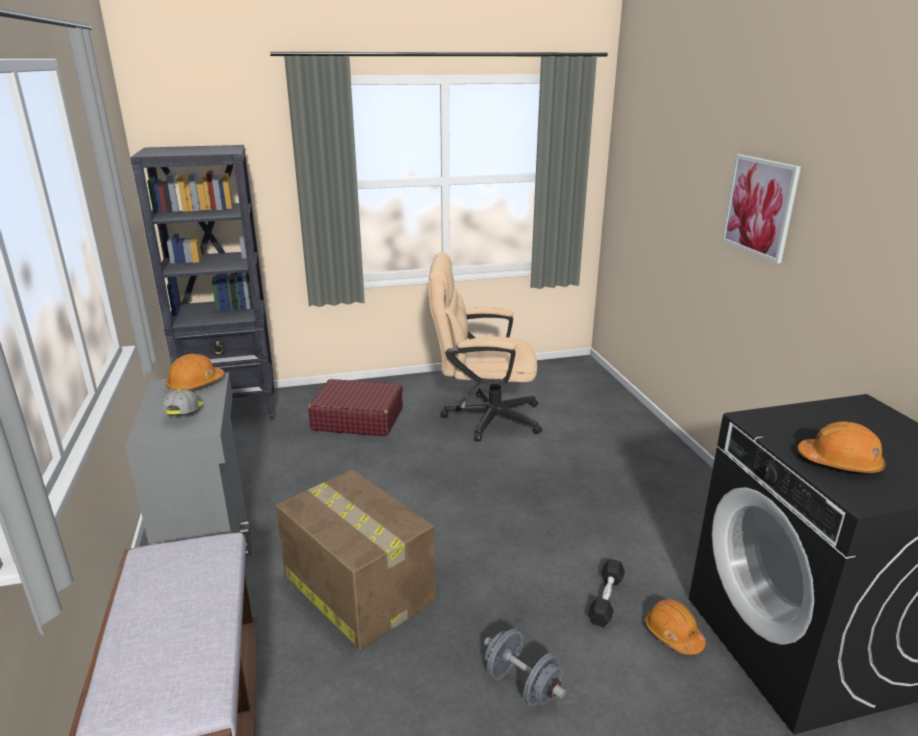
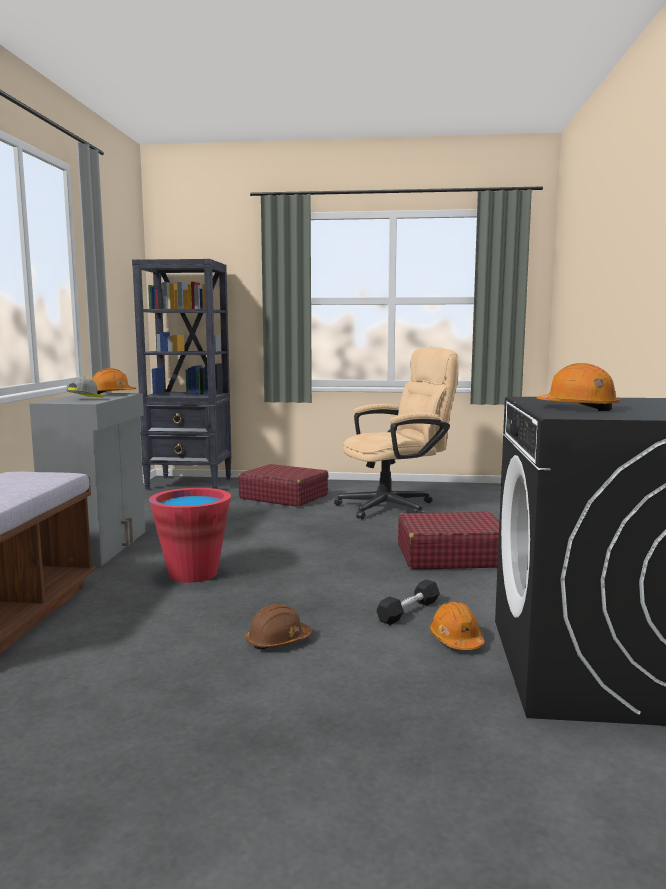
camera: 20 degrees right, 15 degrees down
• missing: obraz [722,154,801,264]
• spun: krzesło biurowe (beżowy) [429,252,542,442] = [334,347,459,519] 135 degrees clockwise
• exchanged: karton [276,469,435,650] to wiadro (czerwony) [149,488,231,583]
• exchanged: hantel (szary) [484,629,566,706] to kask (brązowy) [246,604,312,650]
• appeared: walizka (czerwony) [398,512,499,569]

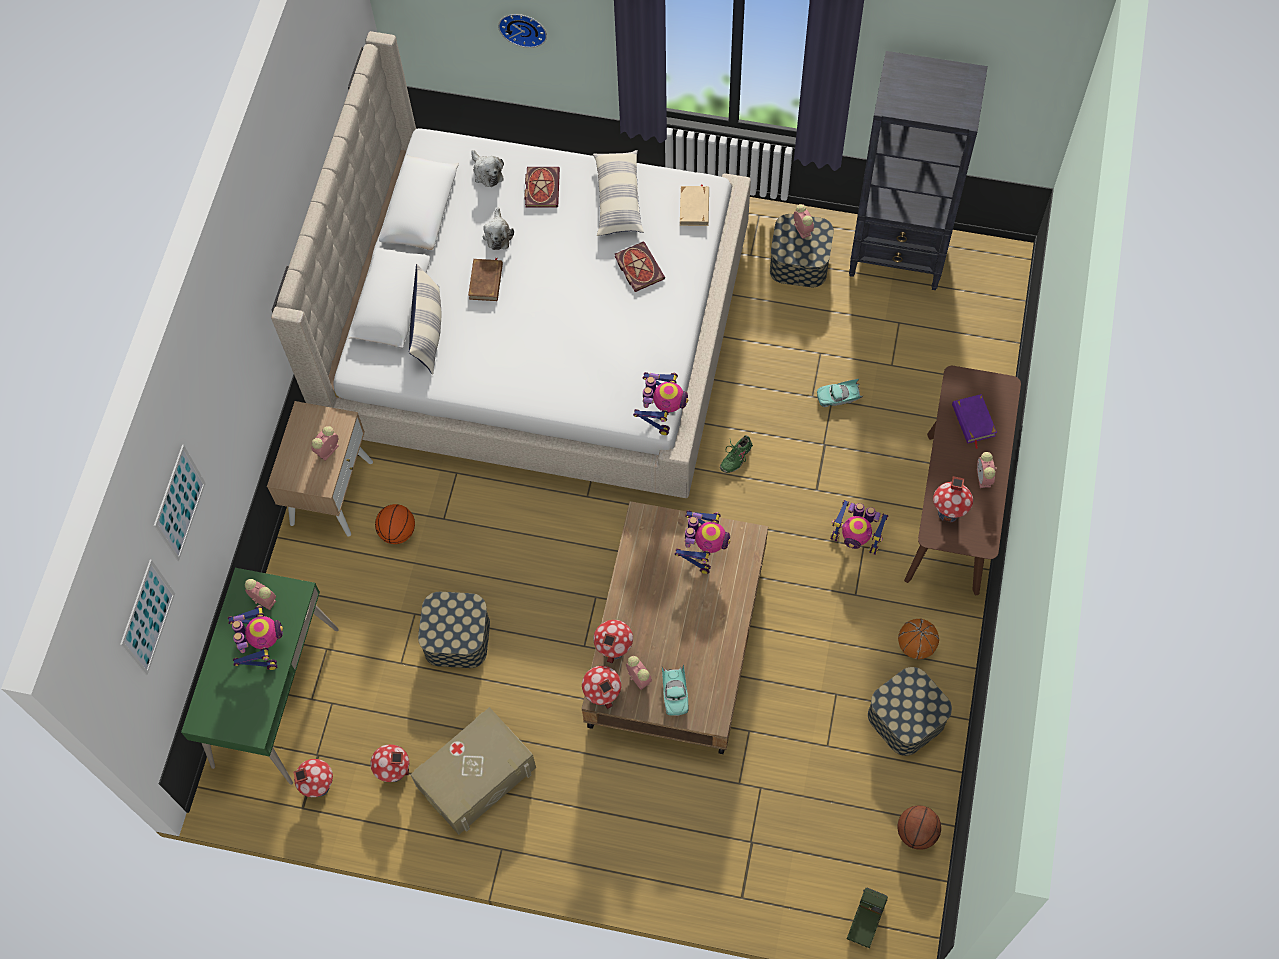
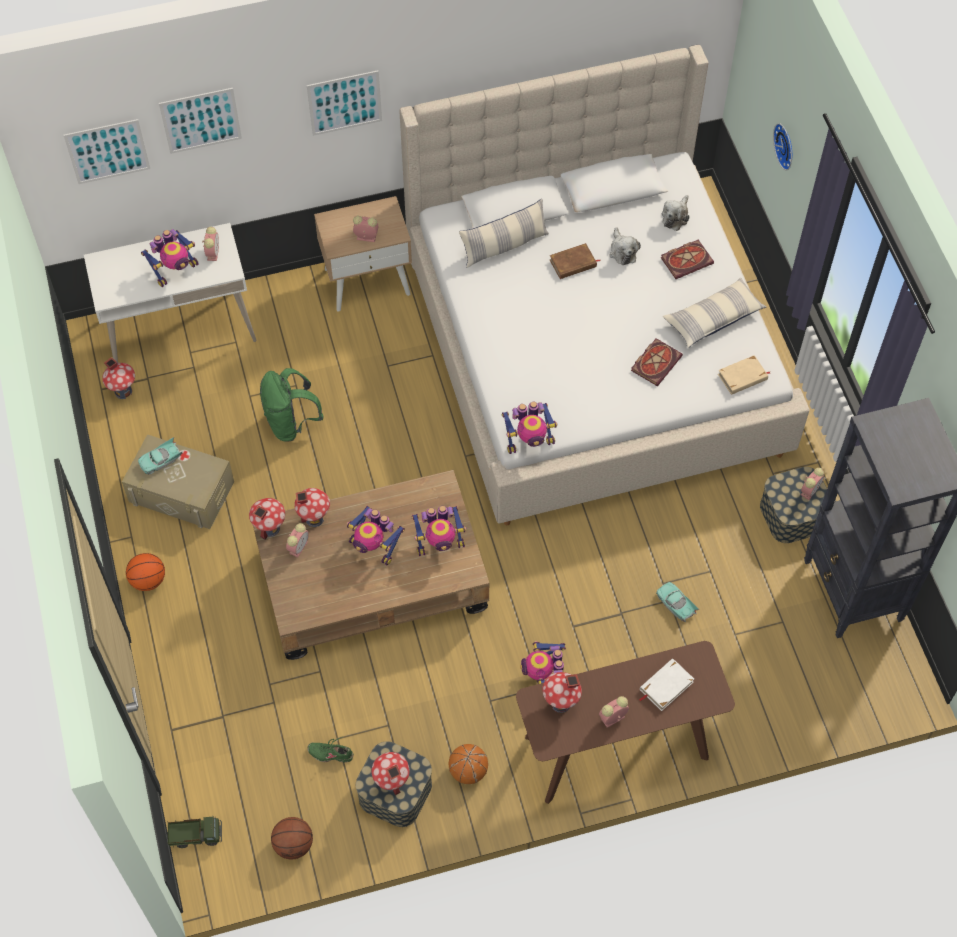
camera: 60 degrees right, 5 degrees down
• spun: pluszak [483,207,514,250] = [609,227,641,265] 75 degrees counterclockwise
• colour: książka (fioletowy) [952,394,997,449] to książka (biały) [639,658,694,711]
• relocated: but (zielony) [720,435,754,473] to [307,737,354,763]
• relocated: piłka do koszykówki [375,504,415,544] to [126,553,165,591]
• colour: biurko (zielony) [181,568,339,785] to biurko (biały) [84,223,256,363]
• exchanged: pojemnik do przechowywania [418,592,490,668] to plecak (zielony) [260,368,324,441]
• relocated: samochodzik (turkusowy) [662,664,689,716] to [138,437,183,475]
• relocated: domek [370,744,409,782] to [371,752,410,795]
• appeared: obraz [307,70,382,136]
• appeared: robot zabawkowy [347,506,405,565]

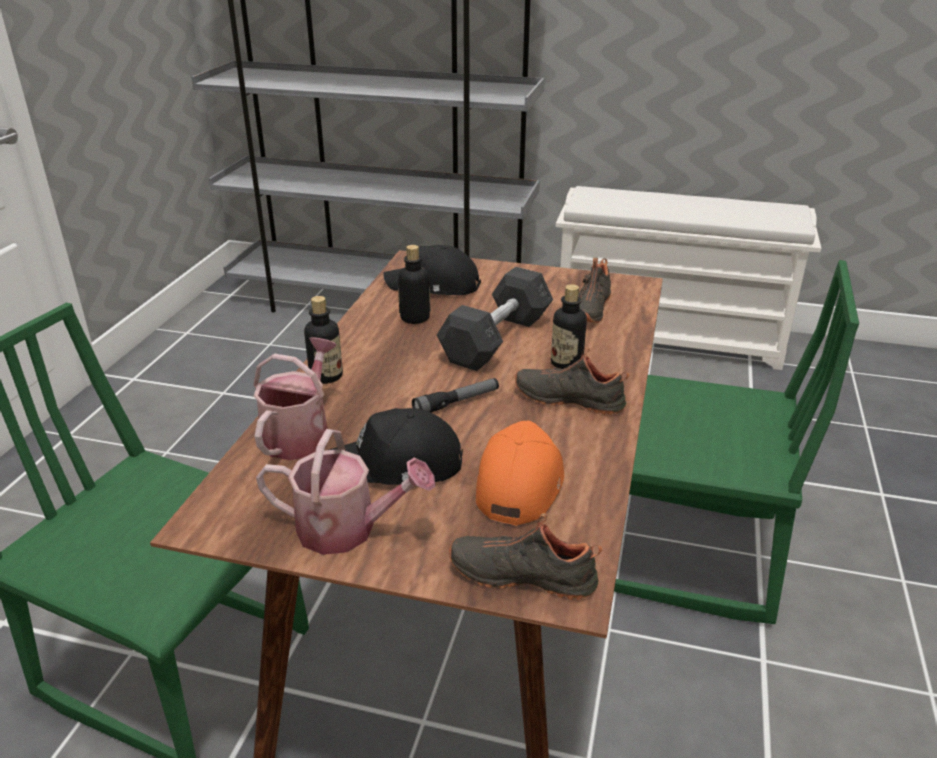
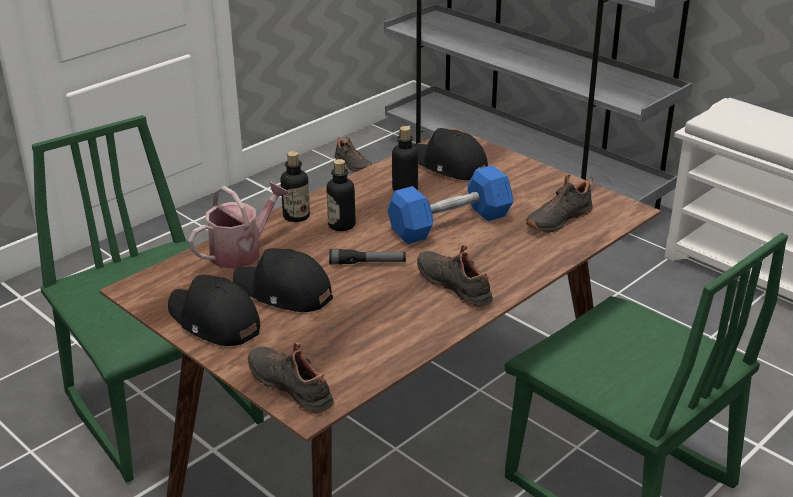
camera: 30 degrees right, 0 degrees up
• colour: hantel (szary) [437,267,553,371] to hantel (niebieski) [387,165,513,244]
• relocated: butelka [551,284,587,369] to [326,159,356,231]
• missing: czapka z daszkiem (pomarańczowy) [476,420,564,526]
• exchanged: konewka [256,429,436,555] to czapka z daszkiem (czarny) [168,275,260,346]
• appeared: but (czarny) [334,136,372,172]

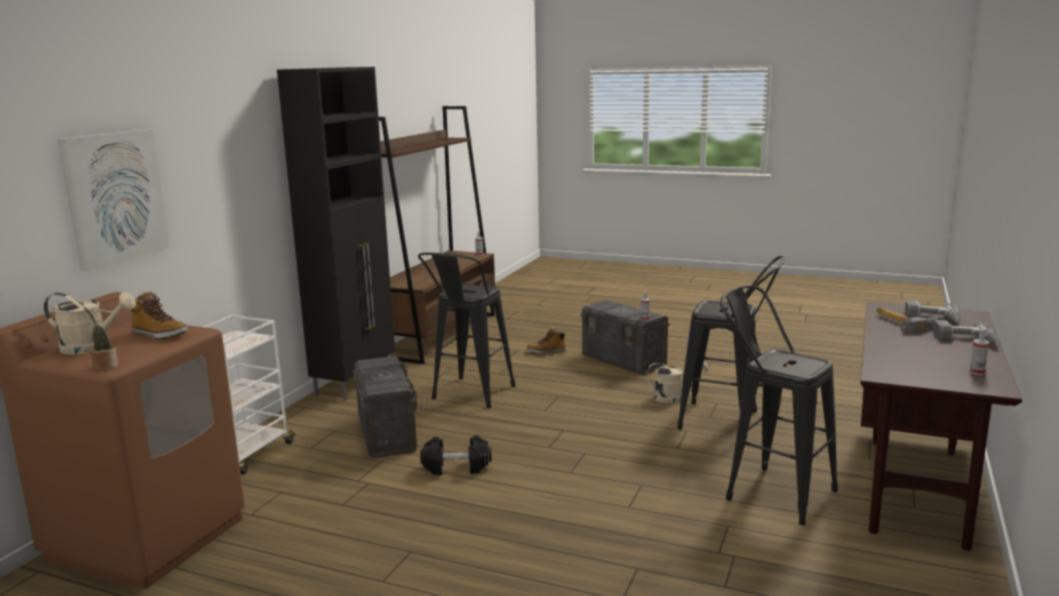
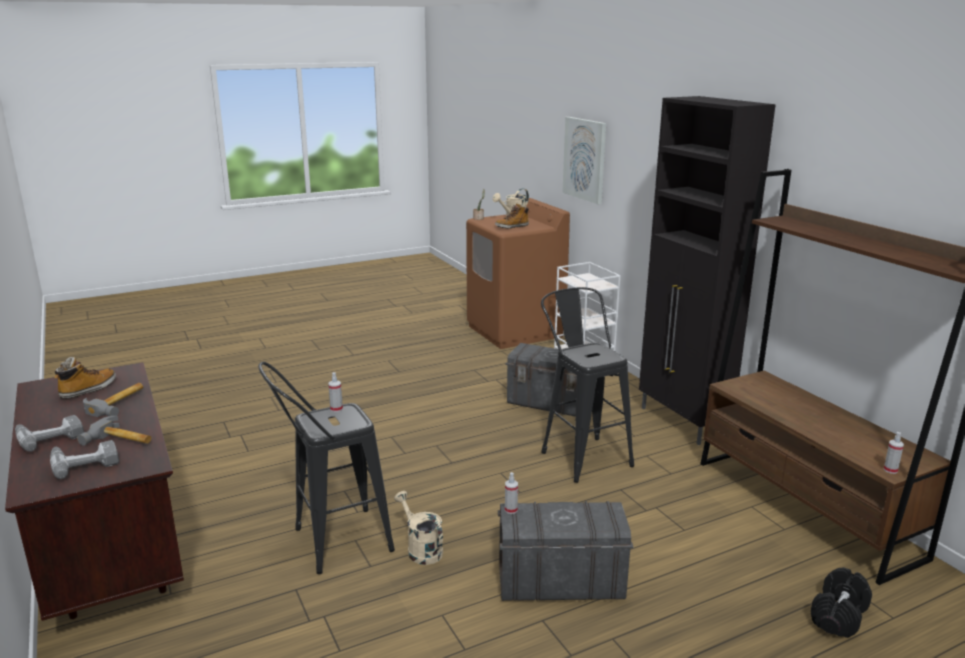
camera: 130 degrees right, 5 degrees up
• missing: stołek (czarny) [720,285,838,525]
• relocated: but z cholewką [527,327,566,354] to [54,357,116,399]
• relocated: spryskiwacz [970,329,989,375] to [328,372,343,412]
• spun: konewka (beżowy) [647,361,709,403] = [394,491,443,565] 105 degrees clockwise
• relocated: hantel (czarny) [420,435,492,475] to [811,568,872,638]
• appeared: młotek [83,383,143,417]

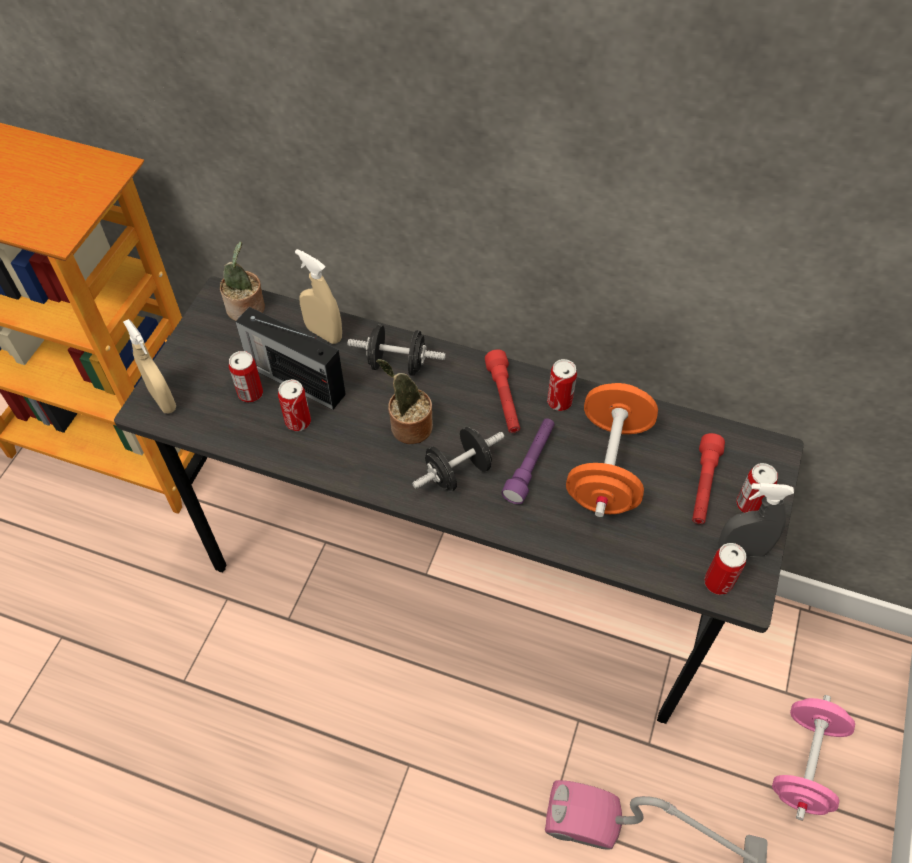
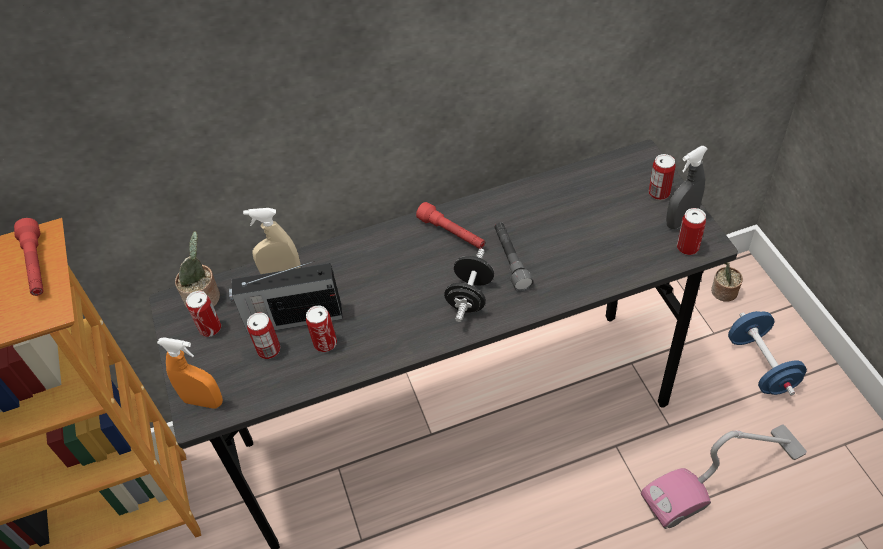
camera: 35 degrees left, 5 degrees down
• colour: spryskiwacz (beżowy) [123,319,176,414] to spryskiwacz (pomarańczowy) [157,337,223,409]
• missing: hantel (czarny) [348,325,446,376]
• relocated: roślina doniczkowa [376,359,433,444] to [711,262,743,302]
• relocated: puszka [547,359,577,411] to [186,291,221,337]
• missing: hantel (pomarańczowy) [566,383,658,517]
• colour: latarka (fioletowy) [501,418,555,504] to latarka (szary) [494,222,533,291]
• relocated: latarka (czerwony) [692,433,725,524] to [14,218,44,296]
• colour: hantel (różowy) [772,695,855,820] to hantel (niebieski) [728,311,807,395]

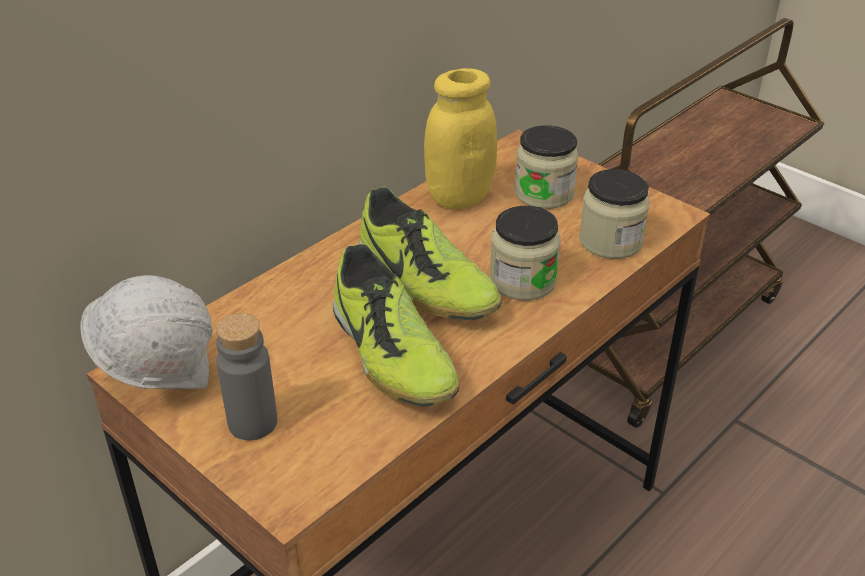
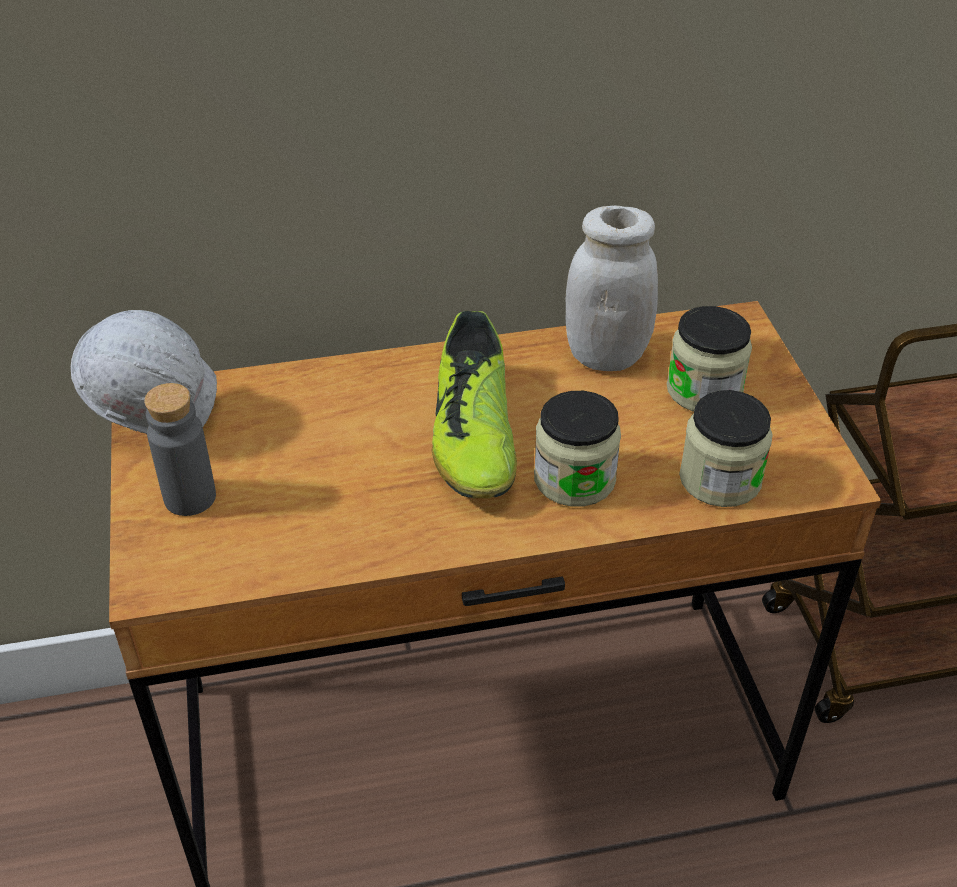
camera: 35 degrees right, 5 degrees up
• colour: słoik (żółty) [424,68,497,209] to słoik (biały) [566,205,658,371]
• missing: but [333,243,460,407]

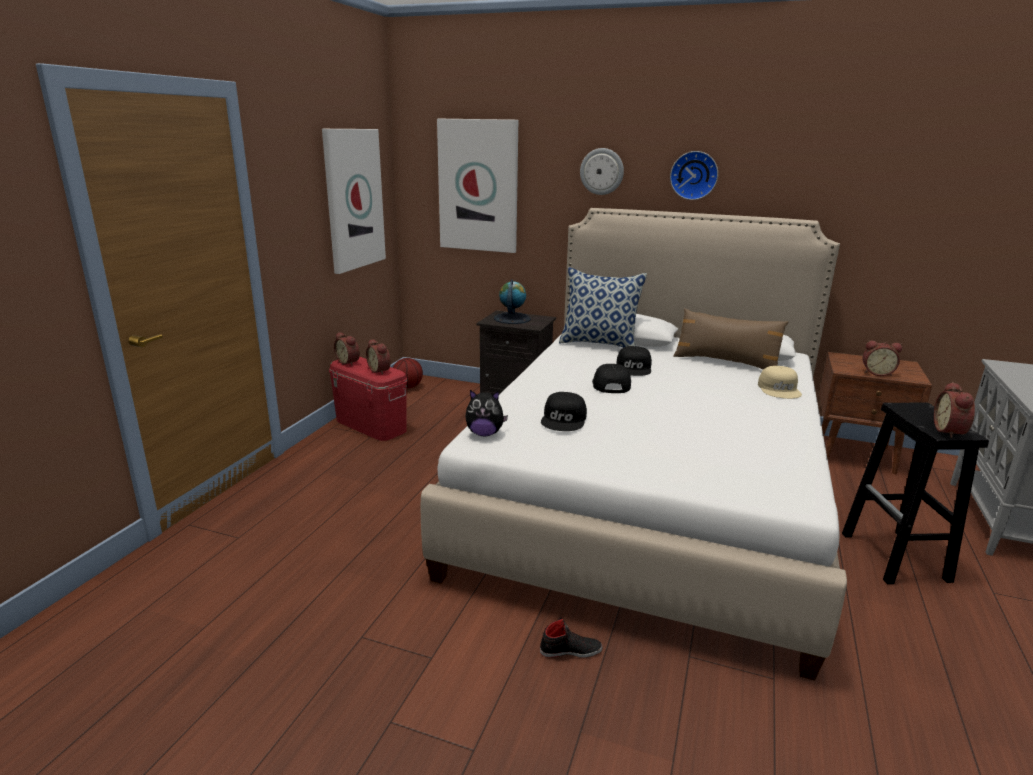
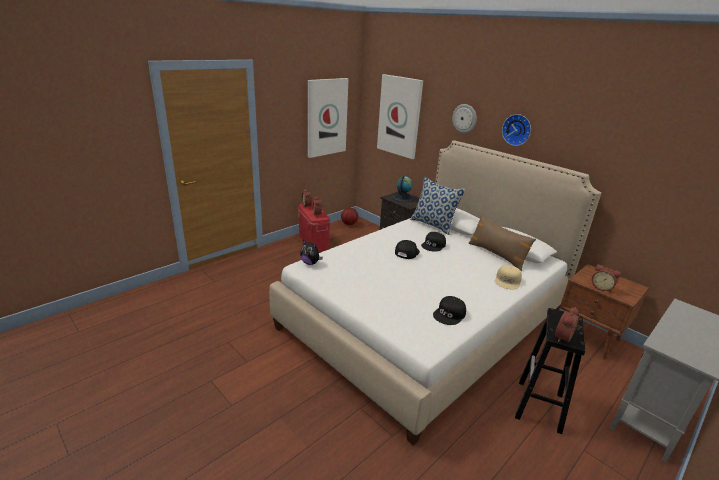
camera: 25 degrees right, 5 degrees up
• relocated: czapka z daszkiem (czarny) [541,392,587,431] to [433,296,466,325]
• missing: but (czarny) [540,617,602,658]

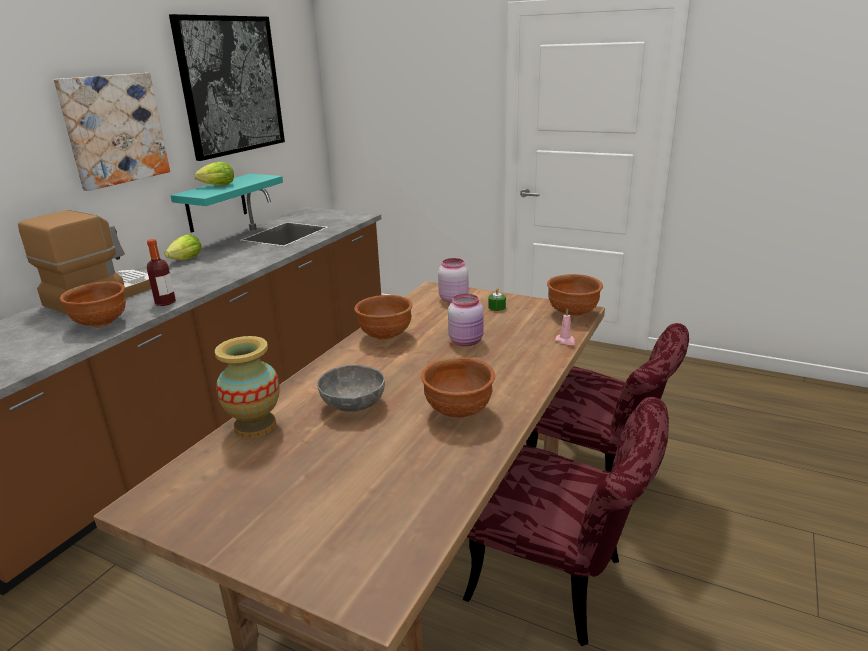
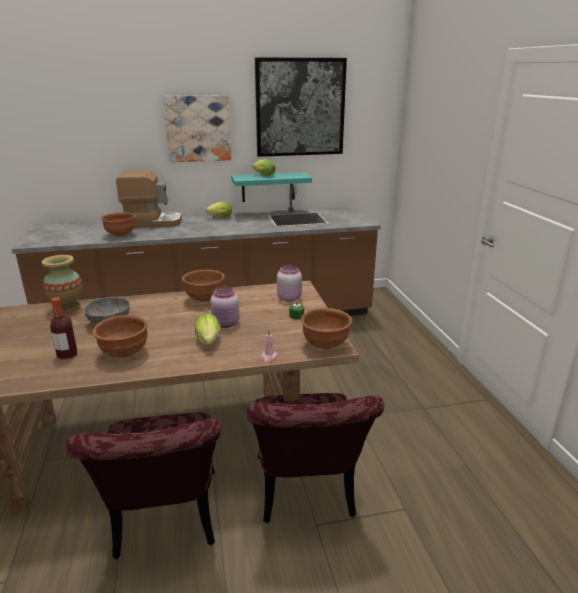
camera: 50 degrees right, 0 degrees up
• relocated: butelka [147,239,176,306] to [50,297,77,360]
• appeared: sałata [195,313,220,345]

